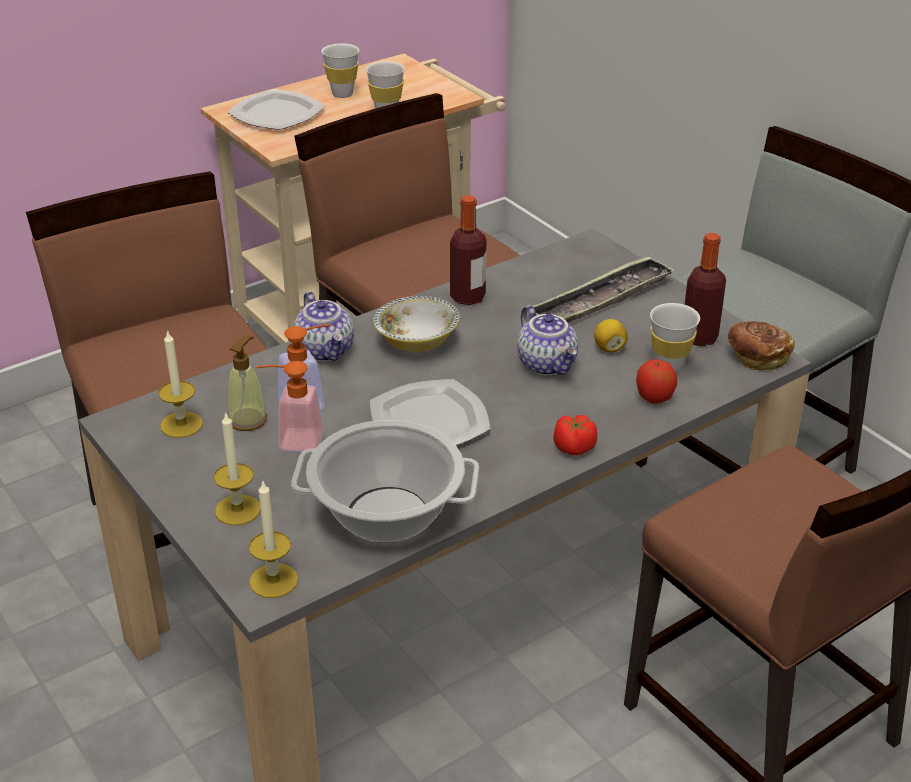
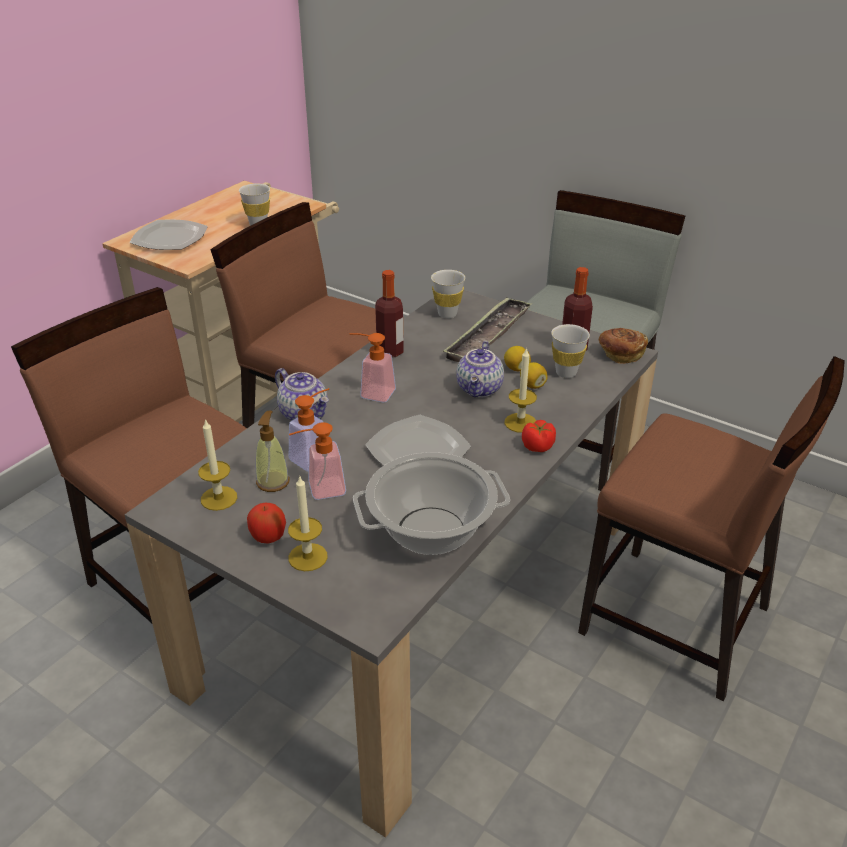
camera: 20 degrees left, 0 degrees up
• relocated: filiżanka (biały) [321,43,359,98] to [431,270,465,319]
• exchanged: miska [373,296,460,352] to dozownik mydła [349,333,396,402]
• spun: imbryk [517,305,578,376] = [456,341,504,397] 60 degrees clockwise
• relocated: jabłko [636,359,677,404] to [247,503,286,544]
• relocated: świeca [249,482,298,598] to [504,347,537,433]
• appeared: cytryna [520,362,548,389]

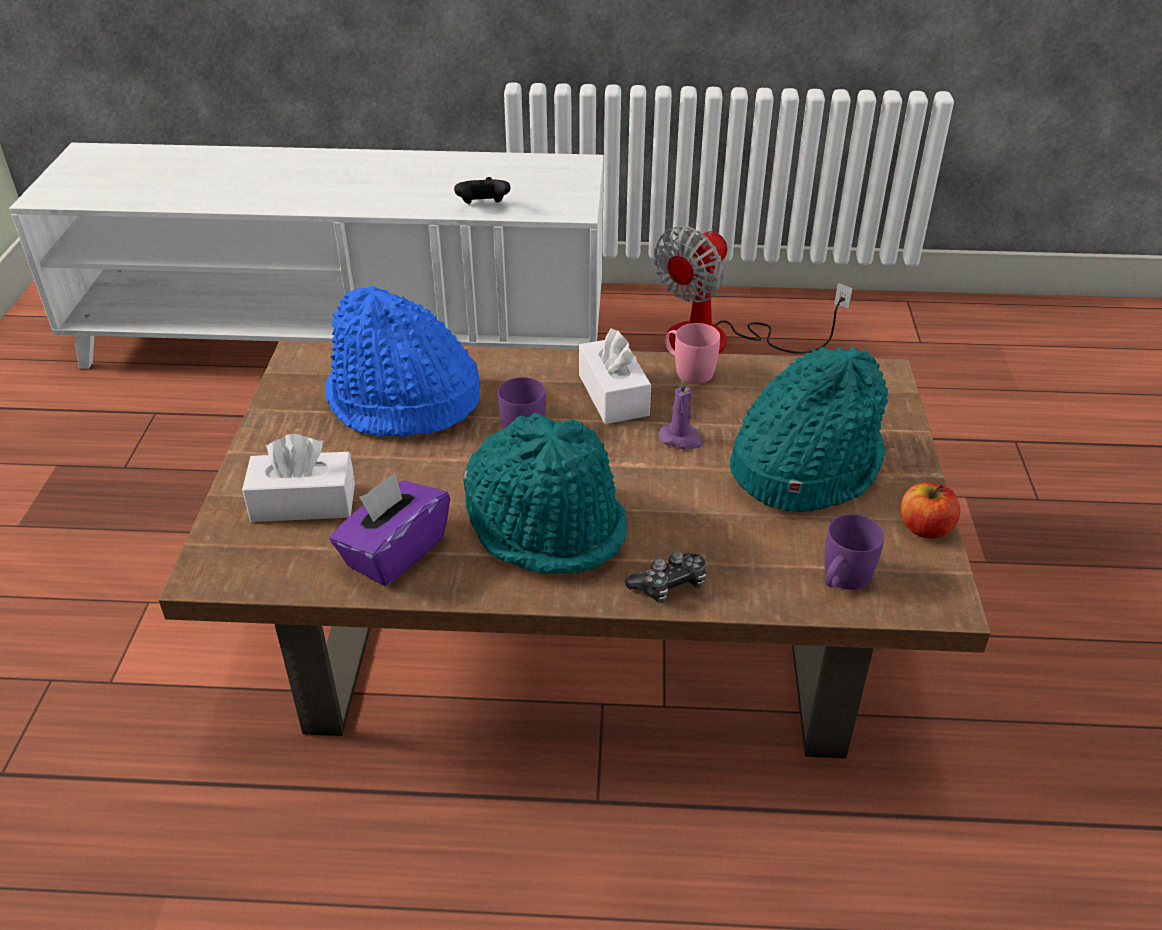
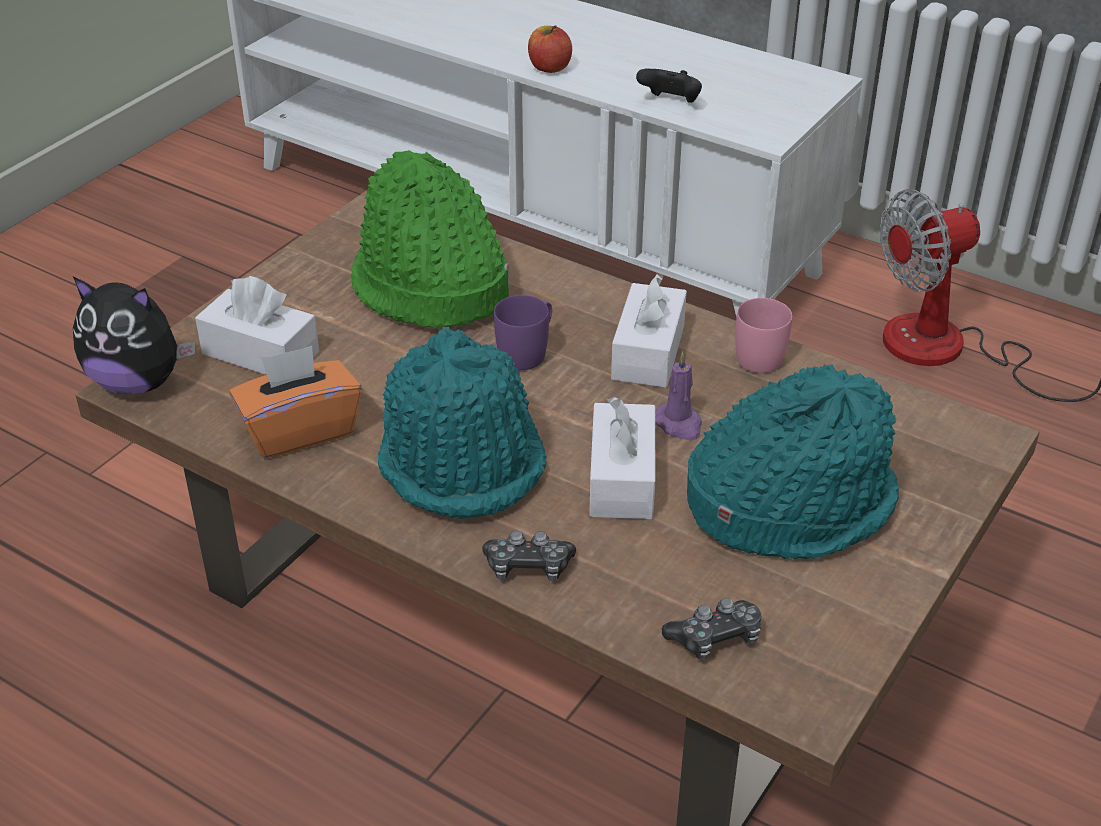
camera: 30 degrees right, 0 degrees up
• colour: kapelusz (niebieski) [325,286,480,437] to kapelusz (zielony) [350,150,509,328]
• colour: pudełko chusteczek (fioletowy) [330,473,450,586] to pudełko chusteczek (pomarańczowy) [229,346,362,458]
• relocated: jabłko [900,482,961,538] to [528,25,572,73]
• exchanged: kubek (fioletowy) [824,514,884,590] to pad do gier [662,598,761,660]
• appeared: pluszak [73,276,195,395]
• appeared: pudełko chusteczek (biały) [589,397,655,519]

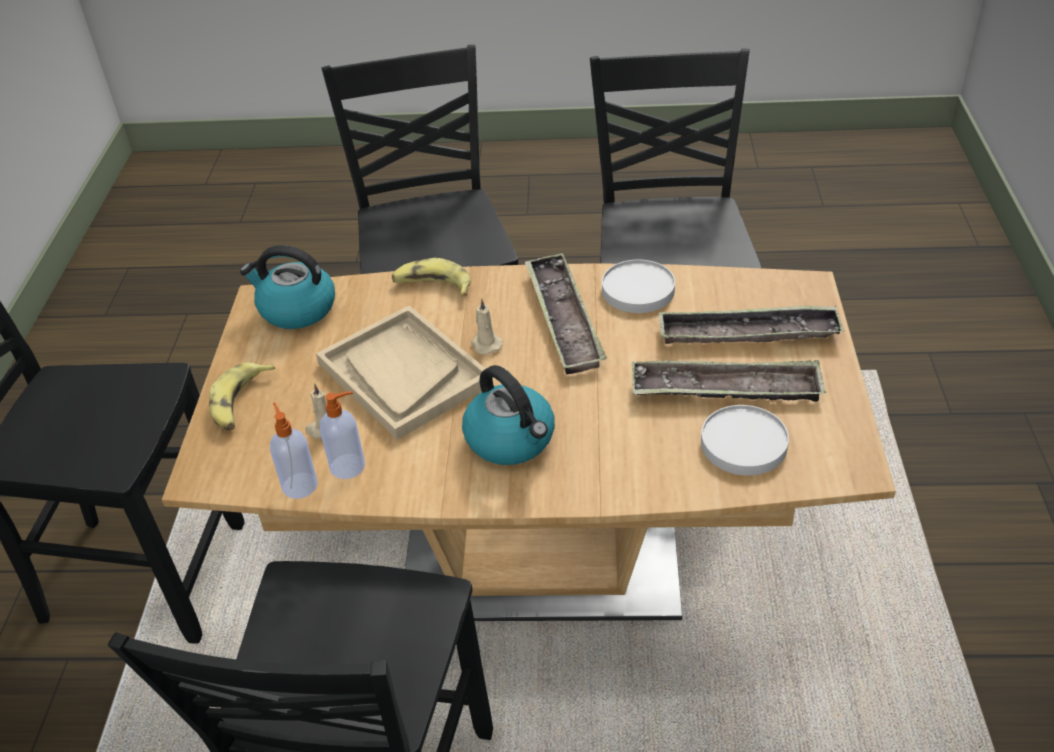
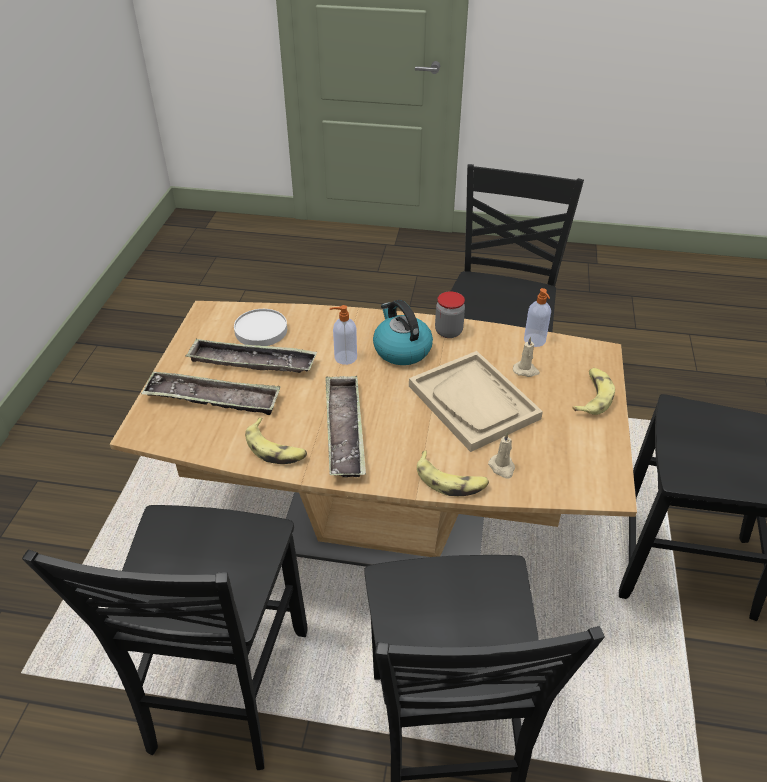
camera: 175 degrees left, 0 degrees up
• missing: czajnik [240,245,335,329]
• exchanged: talerz (biały) [602,260,675,313] to banan [245,418,307,464]
• relocated: świeca (beżowy) [471,299,503,355] to [488,432,515,479]
• relocated: dozownik mydła [320,391,365,479] to [330,305,357,365]
• appeared: słoik [435,292,465,338]

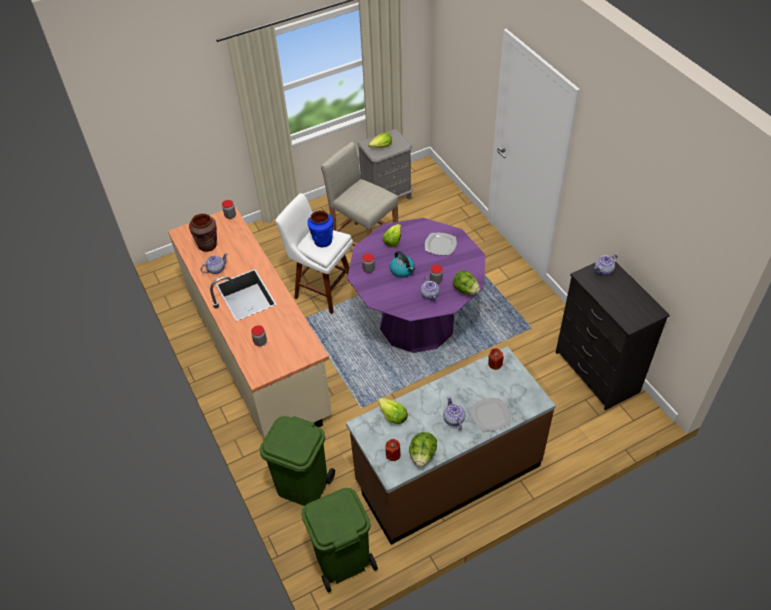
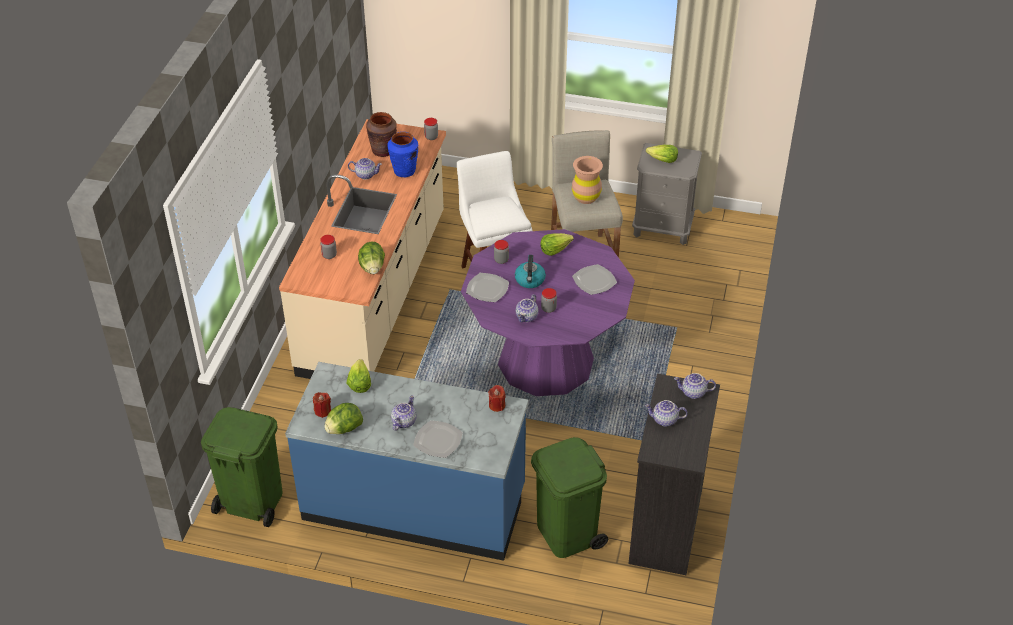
camera: 40 degrees right, 5 degrees down
• relocated: wazon (niebieski) [307,210,333,247] to [387,132,419,177]
• relocated: sałata [453,270,480,295] to [358,242,385,274]
• colour: zabudowa kuchenna (brązowy) [346,346,556,545] to zabudowa kuchenna (niebieski) [285,362,528,561]
• relocated: kosz na śmieci (zielony) [260,416,335,506] to [531,437,608,558]
• appeared: wazon (brązowy) [572,156,603,204]
• appeared: talerz [466,273,509,302]
• appeared: imbryk [645,400,688,426]

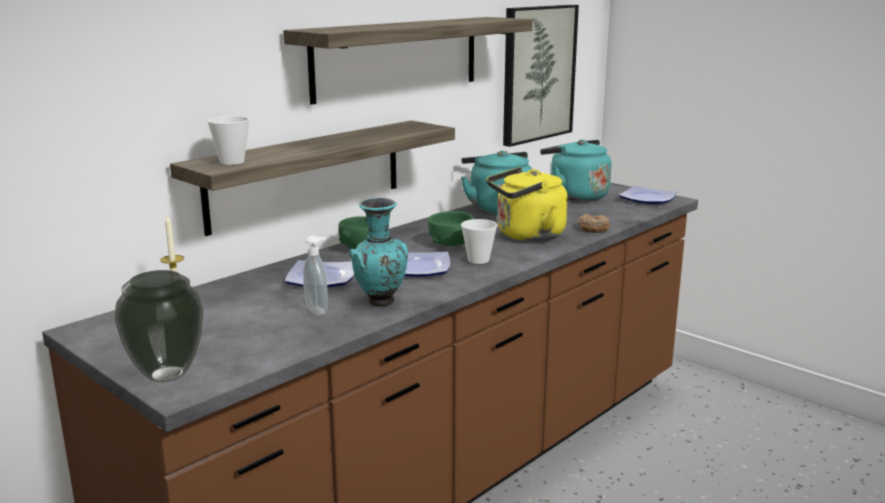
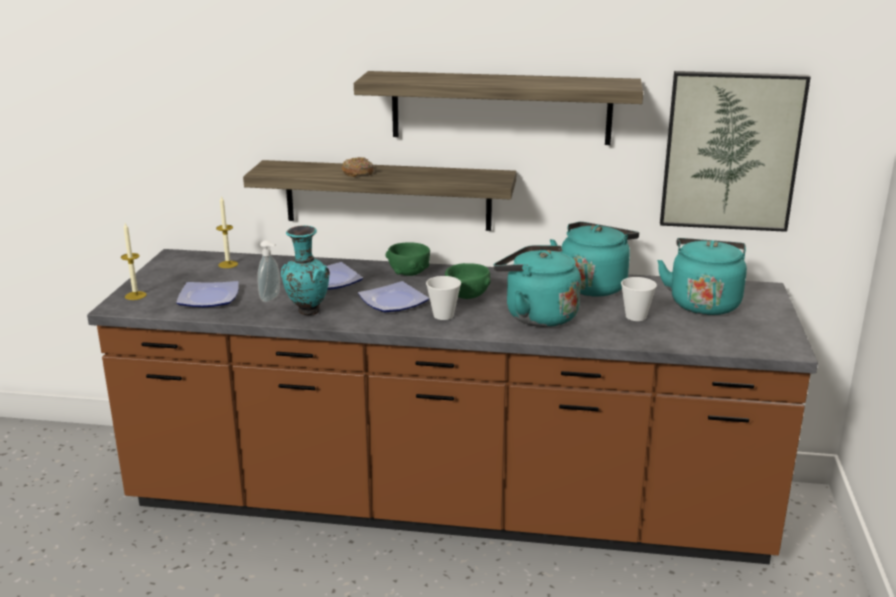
camera: 55 degrees right, 5 degrees up
• relocated: filiżanka [207,116,250,165] to [621,277,657,321]
• colour: czajnik (żółty) [487,167,568,242] to czajnik (turkusowy) [494,245,581,327]
• relocated: talerz [619,185,677,204] to [176,281,239,307]
• relocated: donut [578,214,610,233] to [342,157,373,177]
• exchanged: wazon [114,270,203,382] to świeca [121,223,146,300]

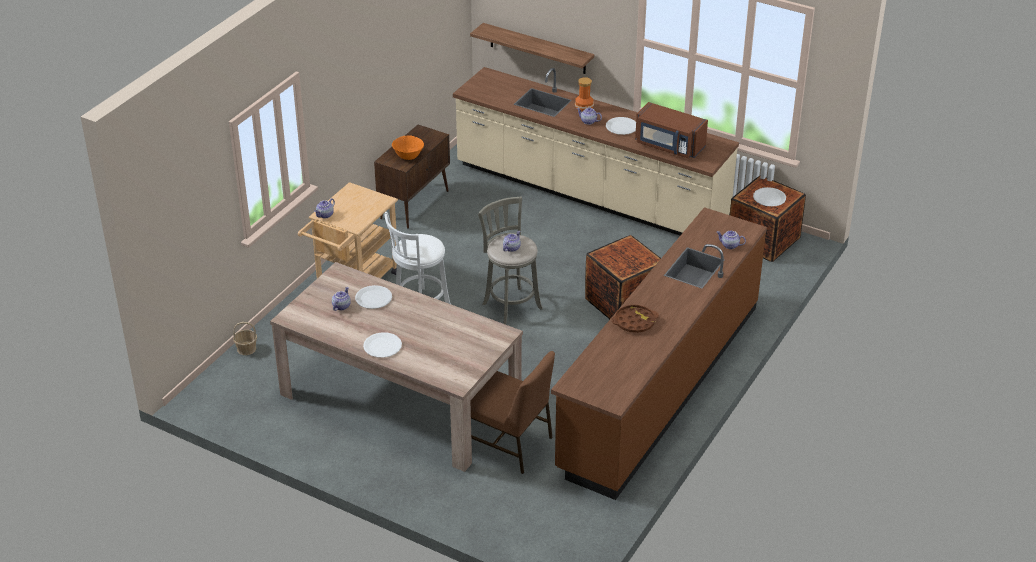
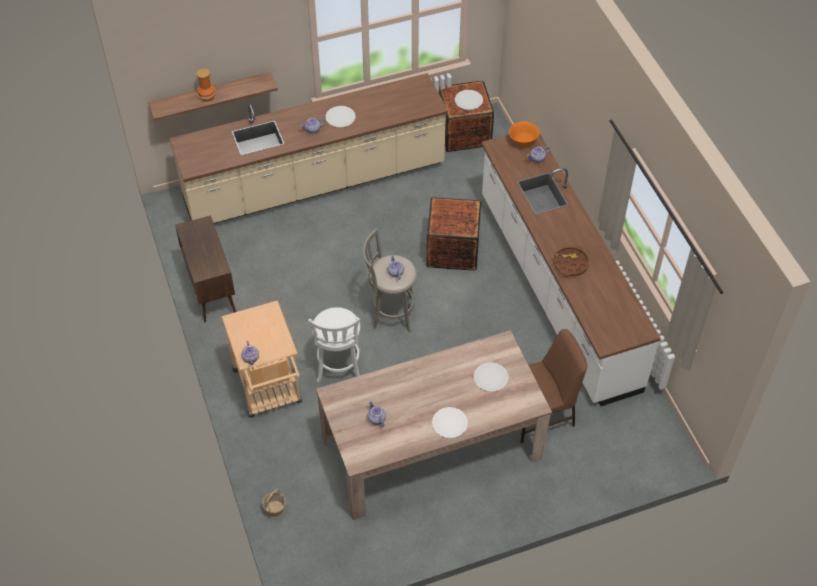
camera: 50 degrees left, 15 degrees up
• relocated: wazon [575,77,594,112] to [196,69,216,102]
• missing: mikrofalówka (brązowy) [635,102,708,158]
• relocated: miska (pomarańczowy) [392,135,424,160] to [509,121,540,147]
• colour: zabudowa kuchenna (brązowy) [551,207,767,500] to zabudowa kuchenna (biały) [481,133,661,406]
• relocated: talerz (biały) [355,285,392,309] to [474,362,509,392]

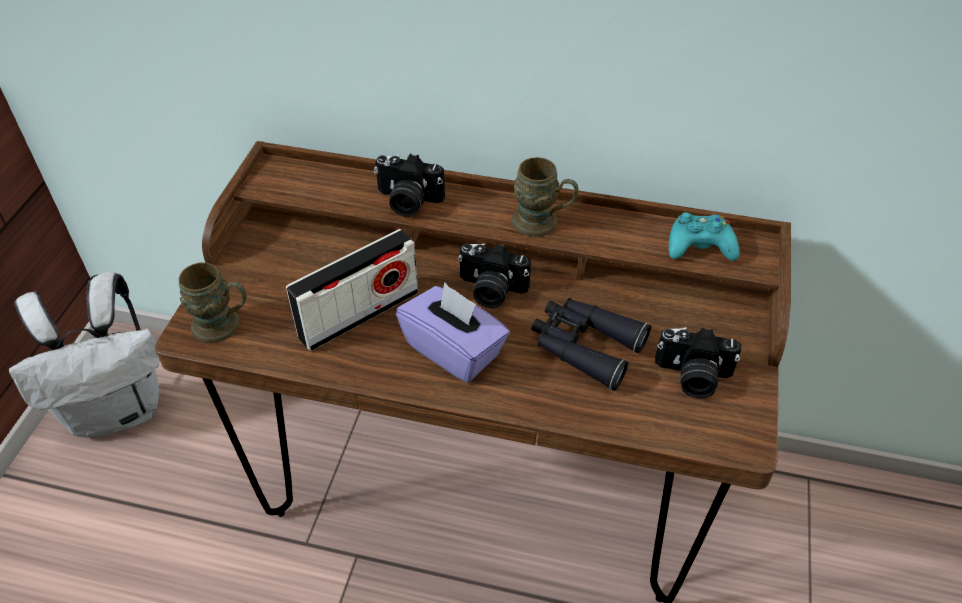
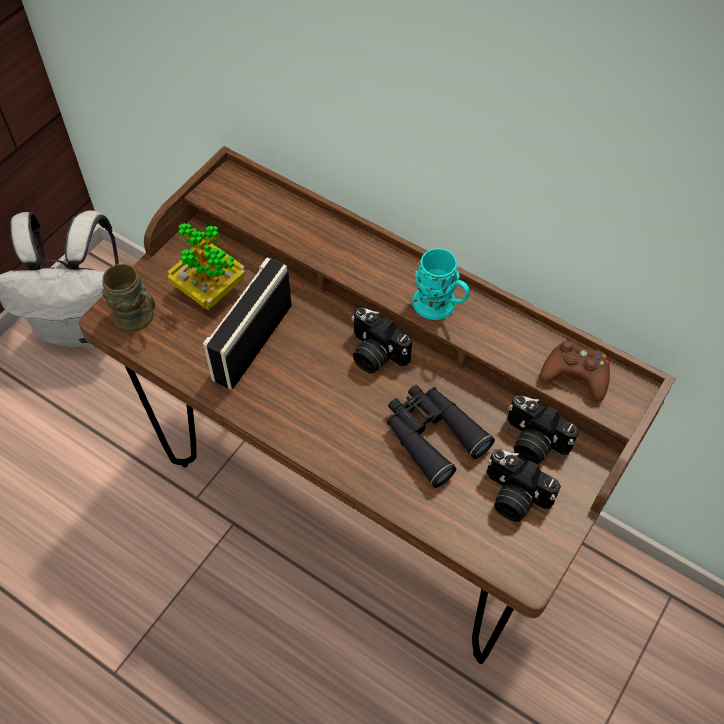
camera: 20 degrees right, 10 degrees up
• relocated: aparat fotograficzny [374,154,445,217] to [507,395,579,465]
• colour: kubek (brązowy) [512,157,578,237] to kubek (turkusowy) [412,248,470,320]
• colour: pad do gier (turkusowy) [669,212,740,261] to pad do gier (brązowy) [539,341,610,401]
• spun: radio [286,229,418,351] = [203,258,292,389] 135 degrees clockwise
• missing: pudełko chusteczek (fioletowy) [396,282,510,383]
• appeared: roślina doniczkowa [167,223,246,310]

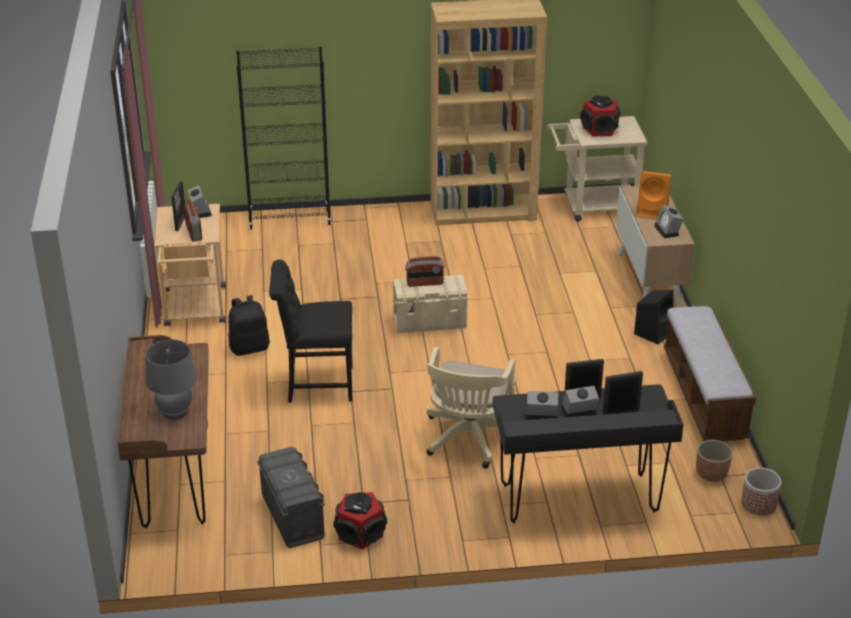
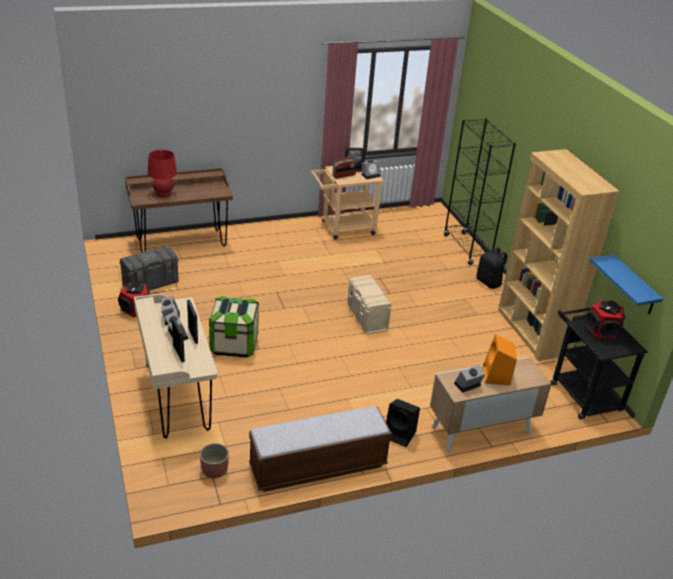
camera: 75 degrees right, 0 degrees up
• colour: wózek (beżowy) [547,116,648,222] to wózek (czarny) [550,308,647,419]
• missing: radio [405,257,445,287]
• missing: krzesło (czarny) [269,260,353,403]
• relocated: plecak (czarny) [229,295,270,356] to [477,248,507,289]
• colour: lampa stołowa (szary) [145,339,197,420] to lampa stołowa (czerwony) [148,150,177,197]
• exchanged: krzesło biurowe (beżowy) [426,347,515,469] to pojemnik do przechowywania [209,296,259,358]
• colour: biurko (czarny) [493,384,683,523] to biurko (beżowy) [134,294,218,439]
• missing: donica [741,468,781,515]
• appeared: półka (niebieski) [589,255,663,314]

